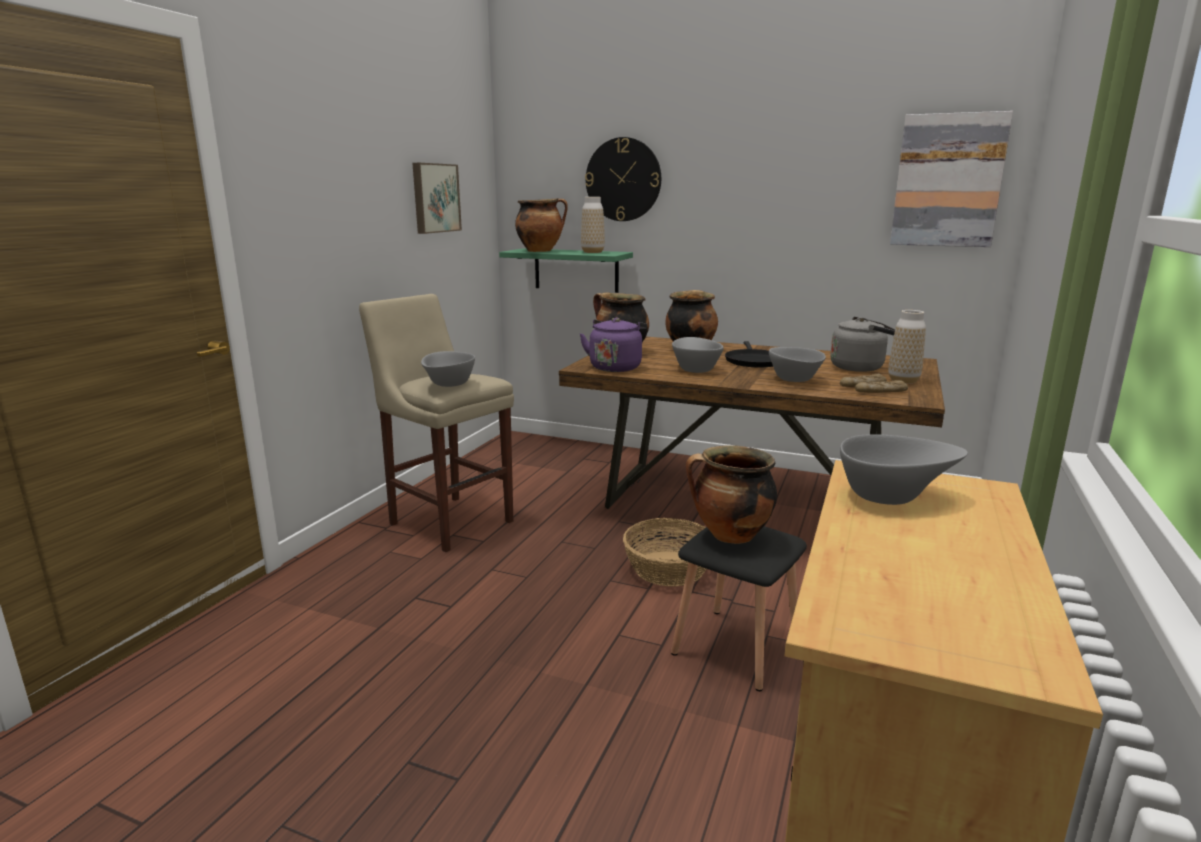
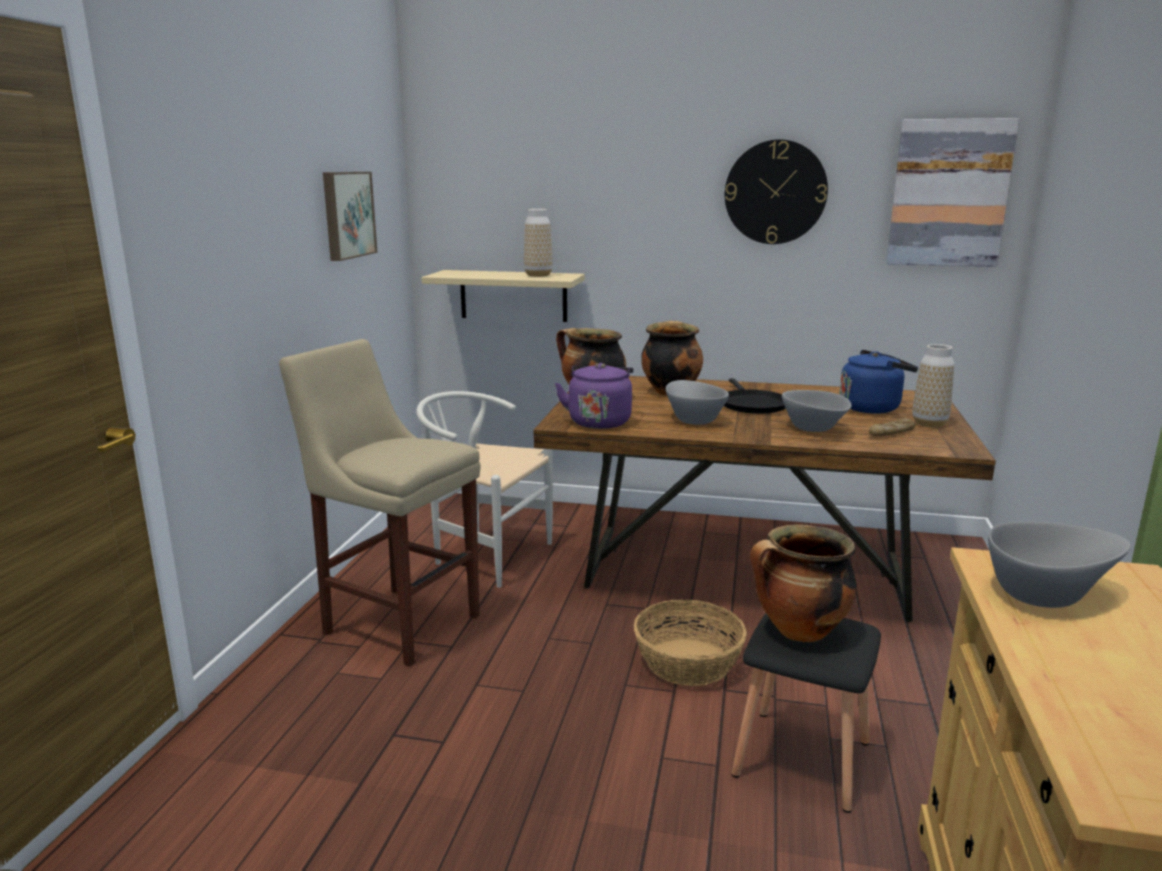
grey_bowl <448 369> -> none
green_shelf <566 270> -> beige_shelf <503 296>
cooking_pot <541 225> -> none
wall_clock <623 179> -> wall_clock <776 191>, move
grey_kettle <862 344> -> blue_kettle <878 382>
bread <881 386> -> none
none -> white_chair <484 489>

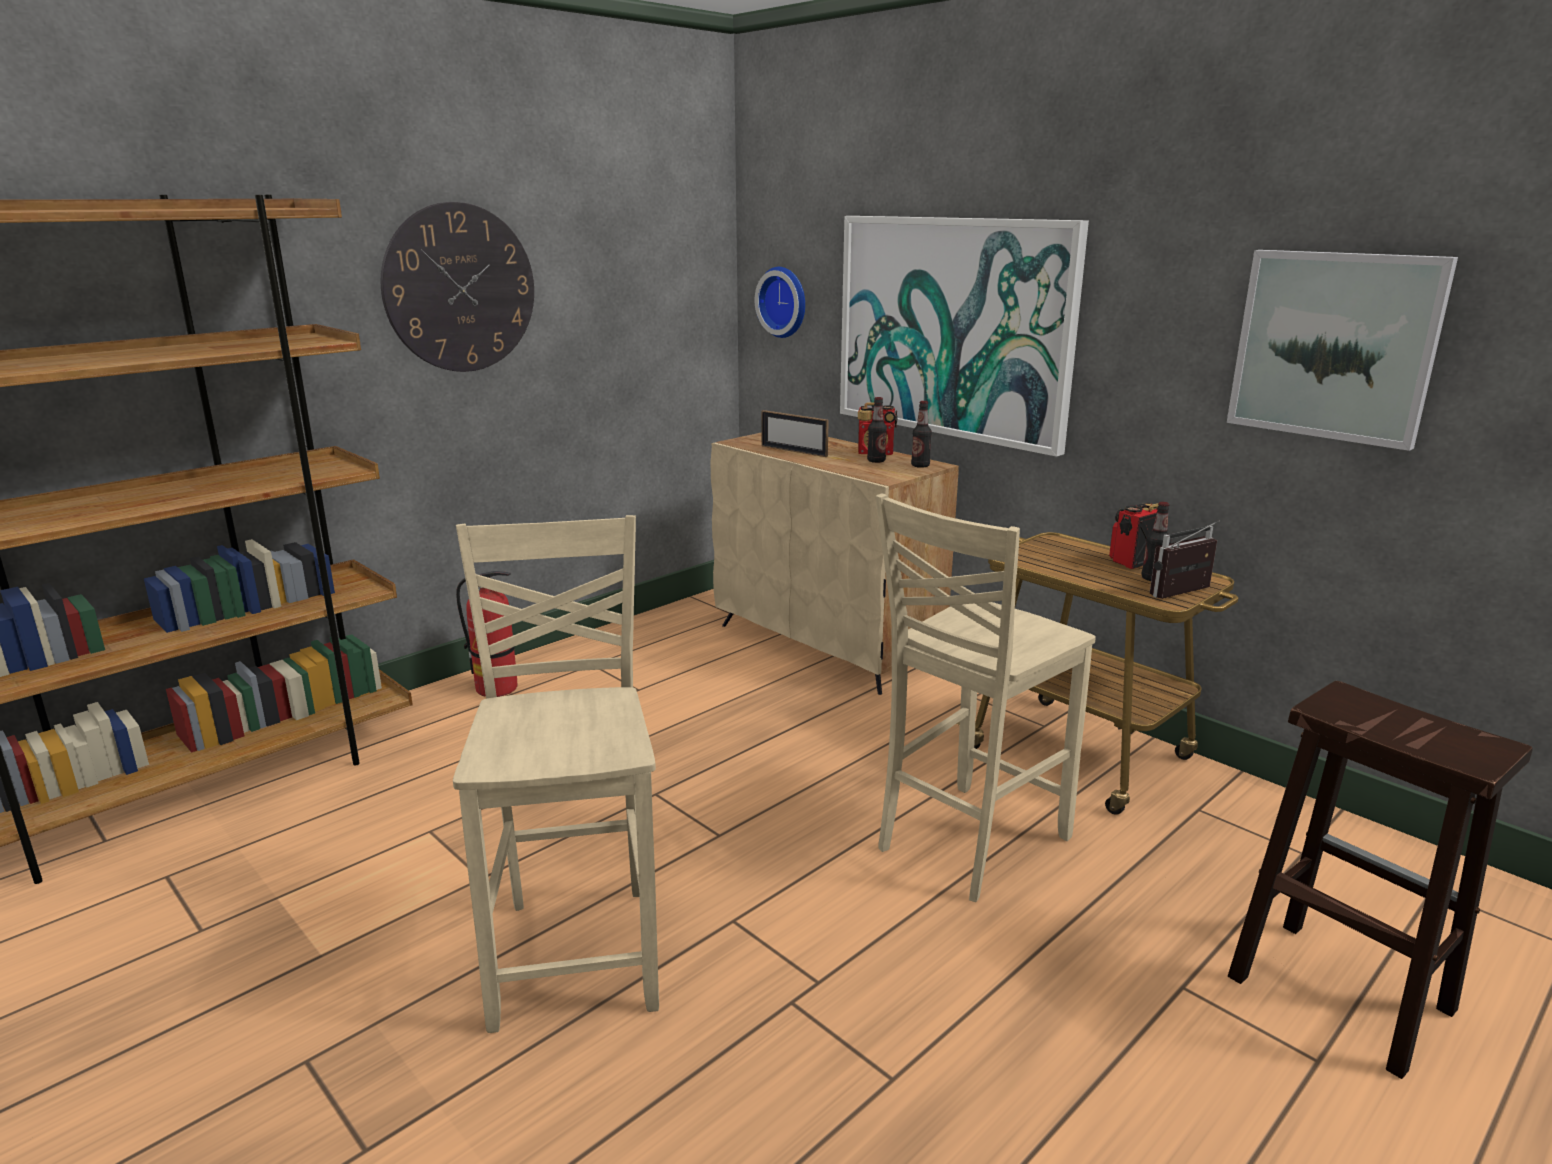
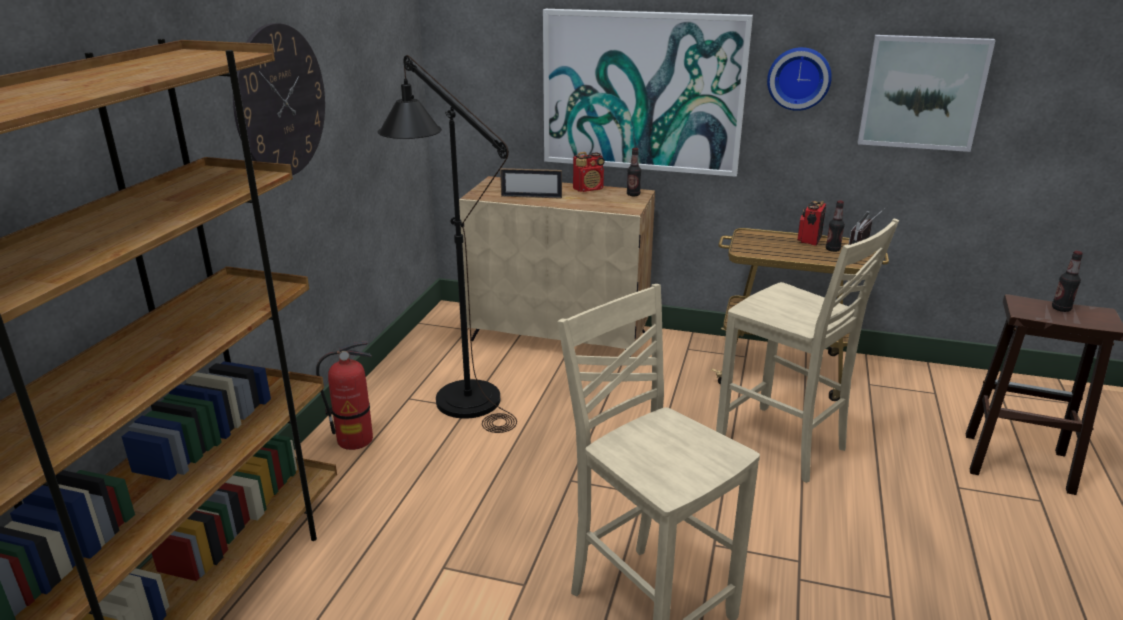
wall_clock <780 302> -> wall_clock <799 79>, move
bottle <877 430> -> bottle <1067 281>, move
beige_chair <986 697> -> beige_chair <807 351>, 60 degrees counterclockwise
none -> black_floor_lamp <447 244>

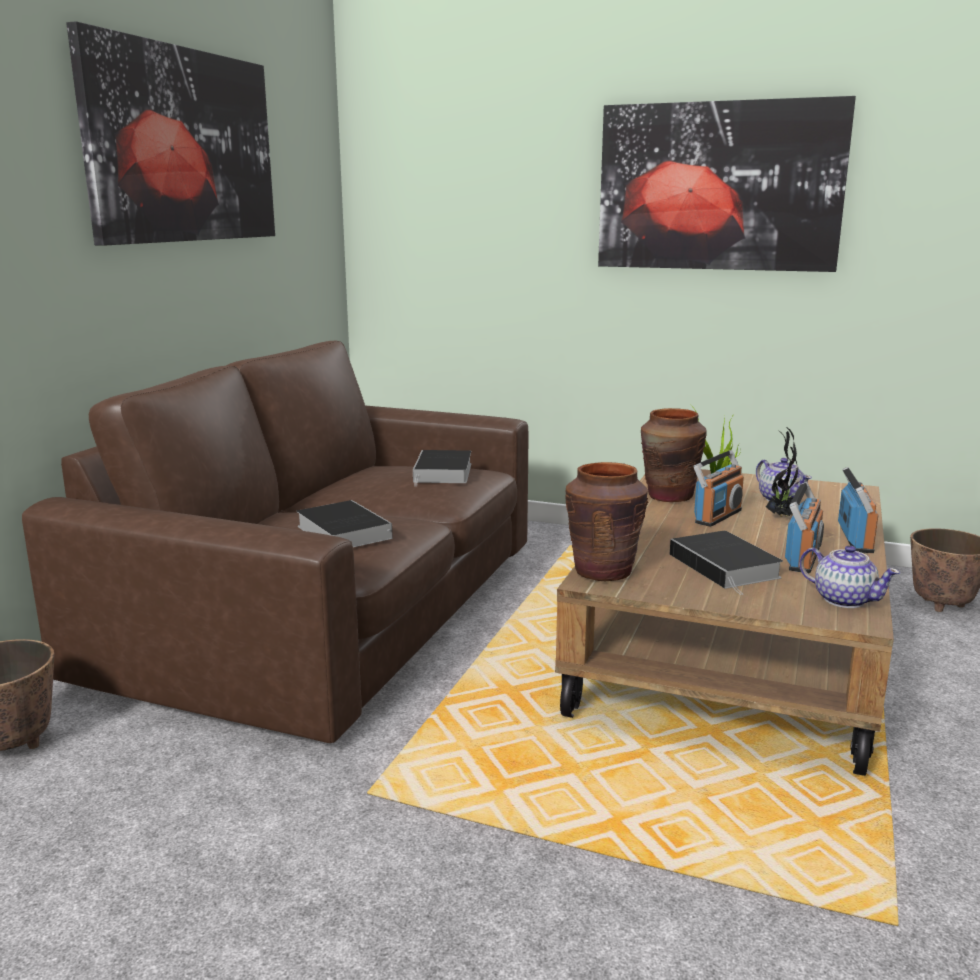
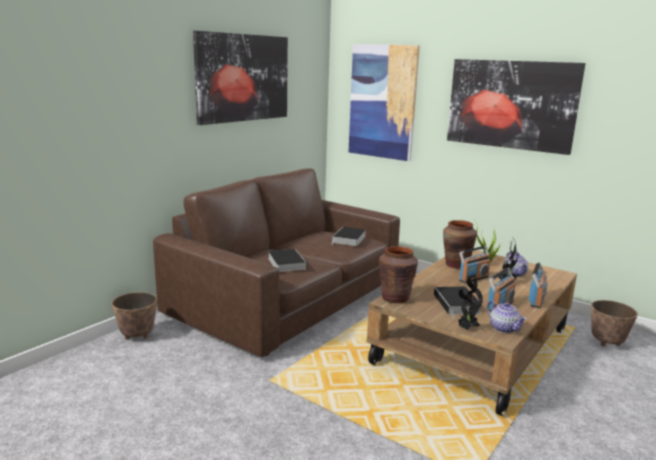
none -> picture <384 102>
none -> potted_plant <470 303>

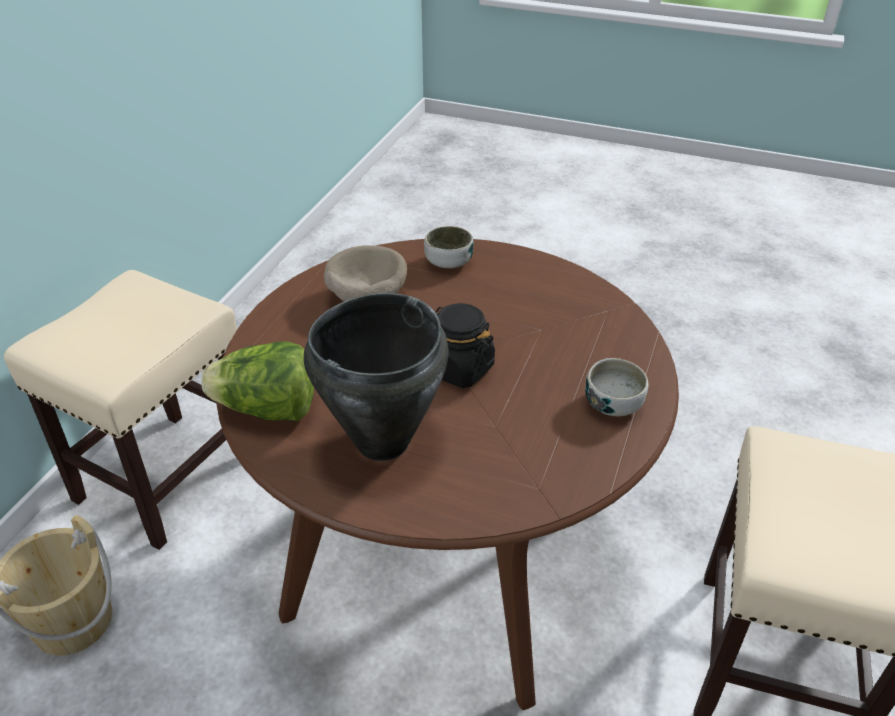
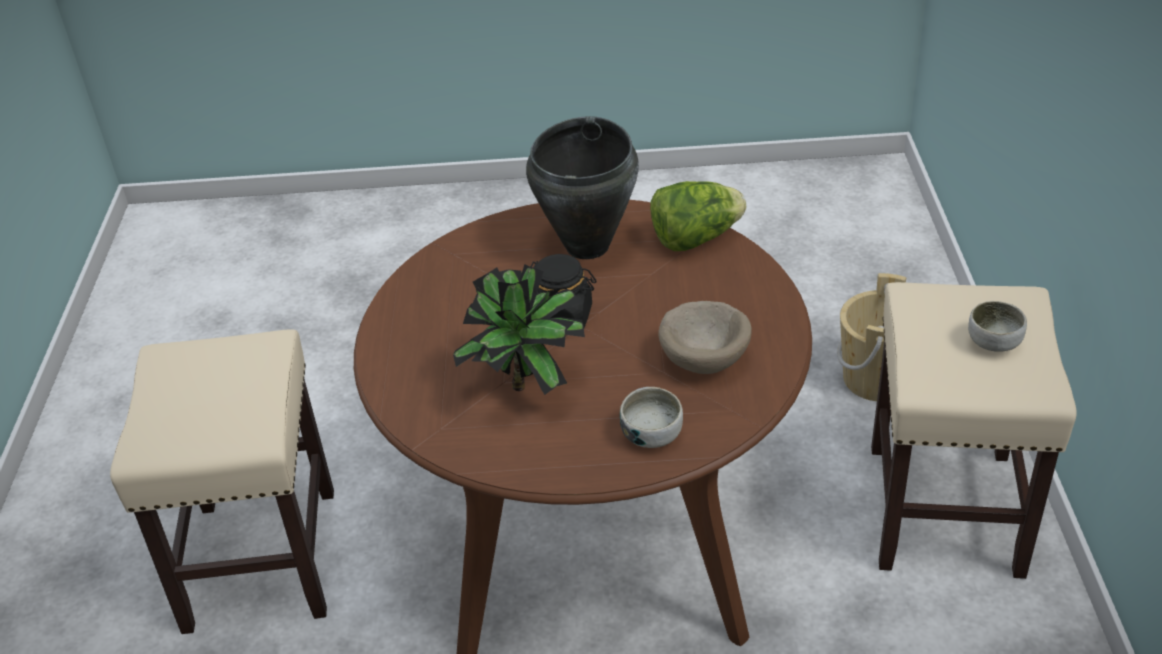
bowl <616 387> -> bowl <997 326>, move
none -> potted_plant <519 329>

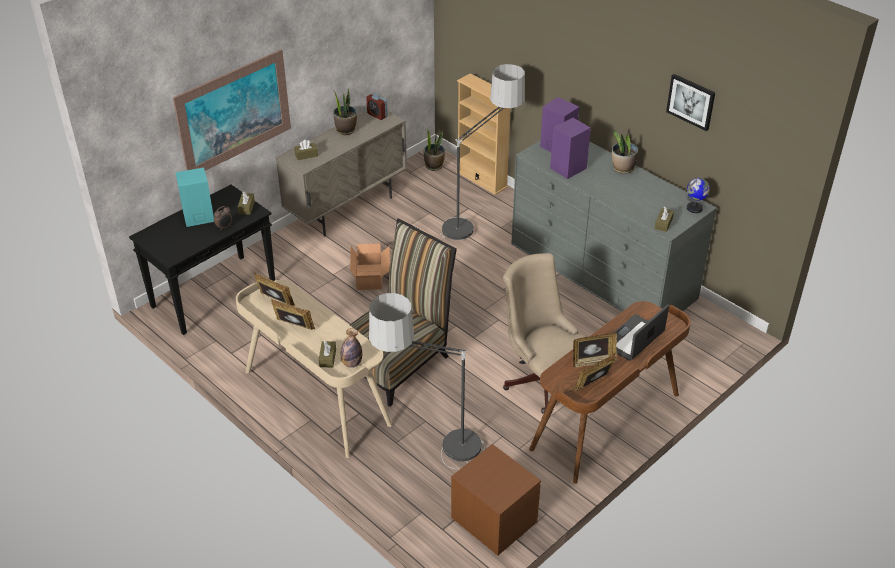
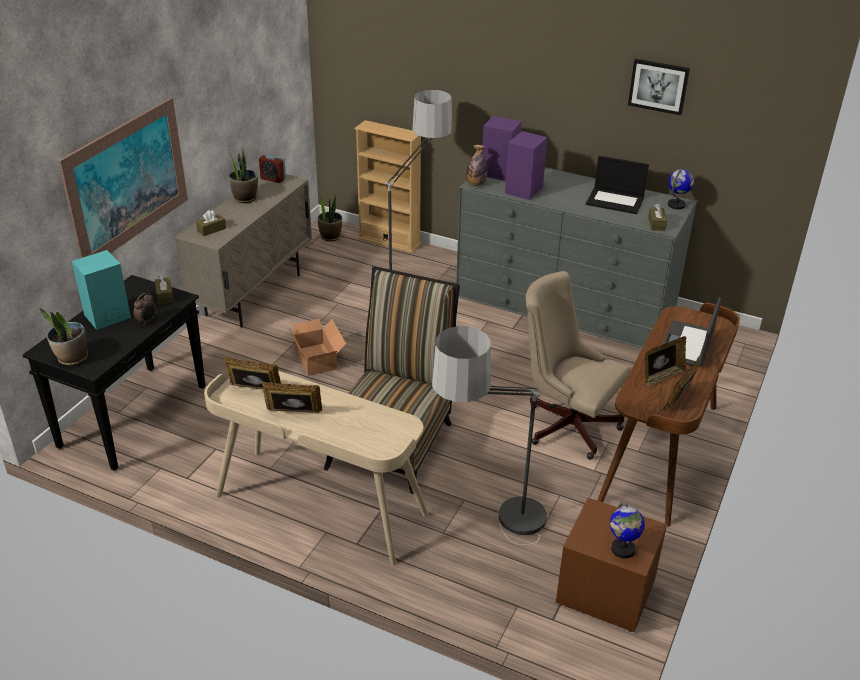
brown_tissue_box <327 354> -> none
bottle <351 348> -> bottle <476 165>, move
potted_plant <625 151> -> potted_plant <64 337>, move
none -> laptop <617 185>
none -> globe <627 530>

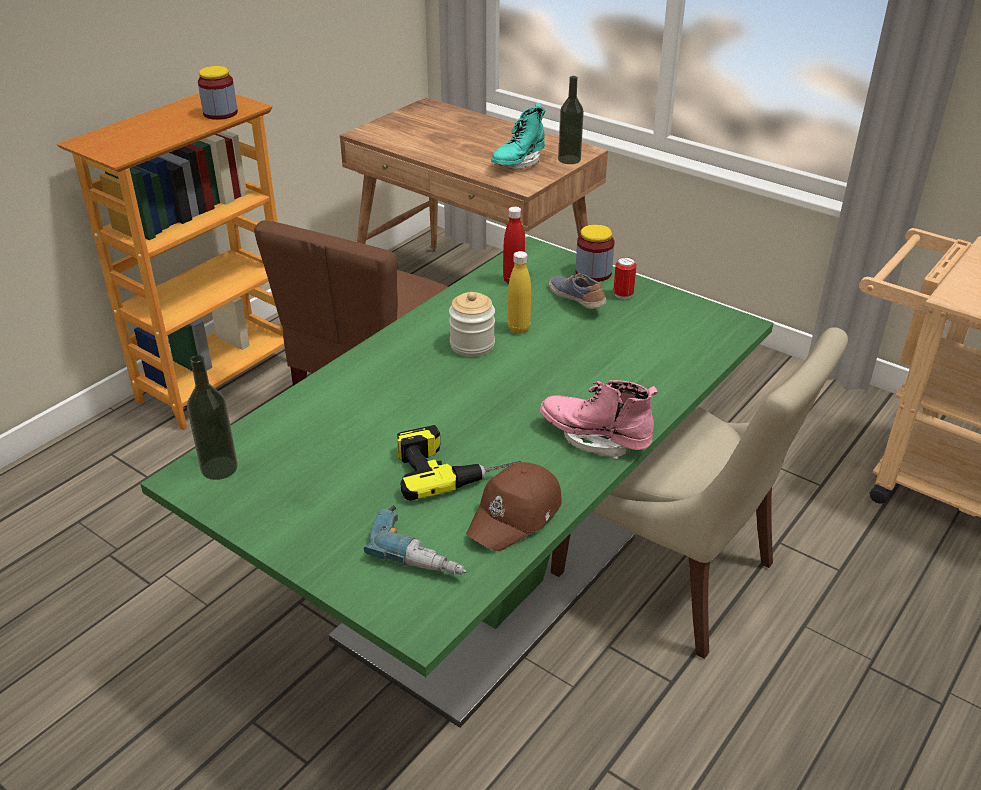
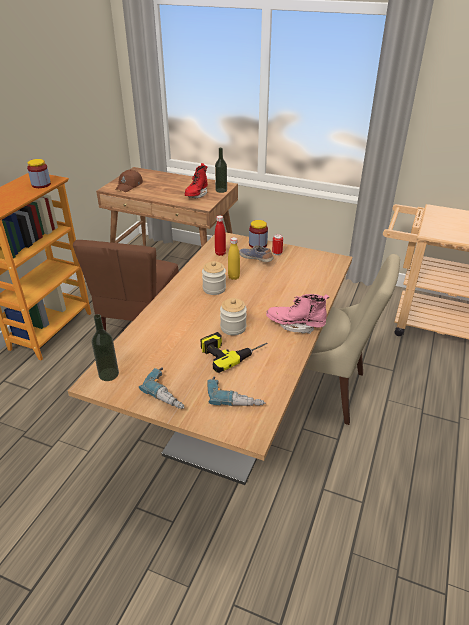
green_dining_table <456 482> -> brown_dining_table <210 358>
brown_cap <513 506> -> brown_cap <129 181>, move
turquoise_boot <518 136> -> red_boot <196 180>
none -> power_drill <162 388>
none -> jar <233 316>

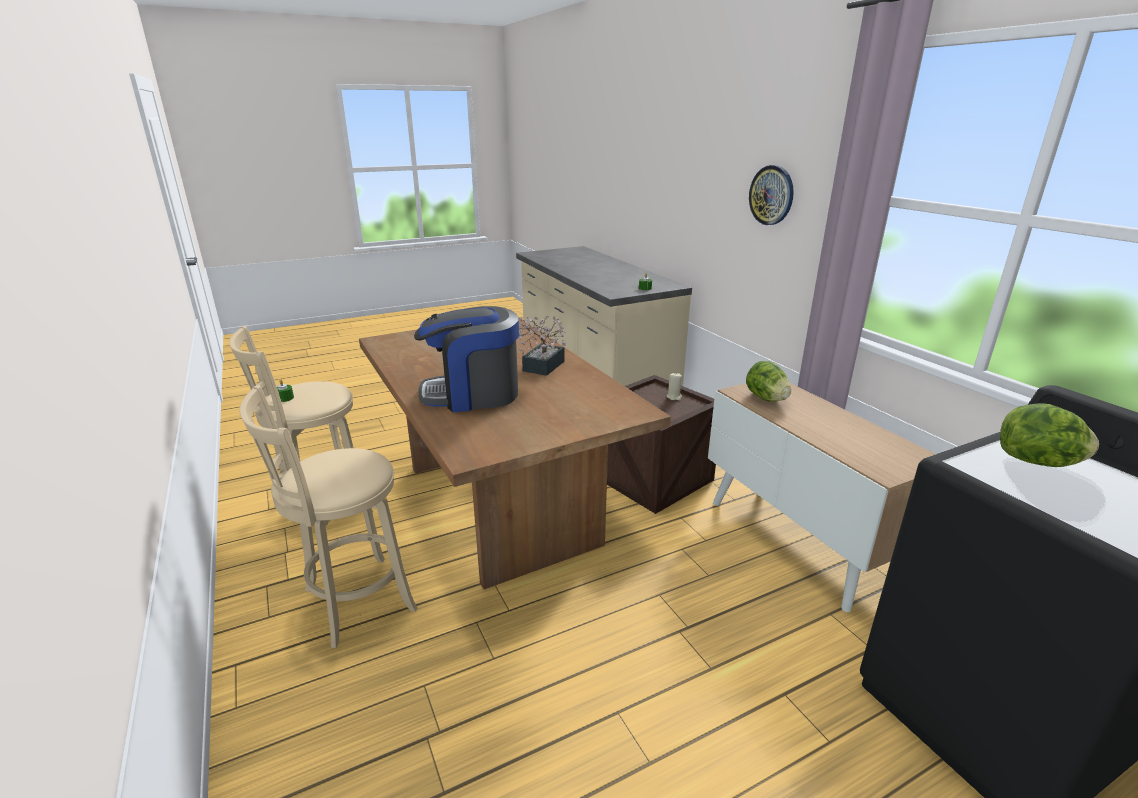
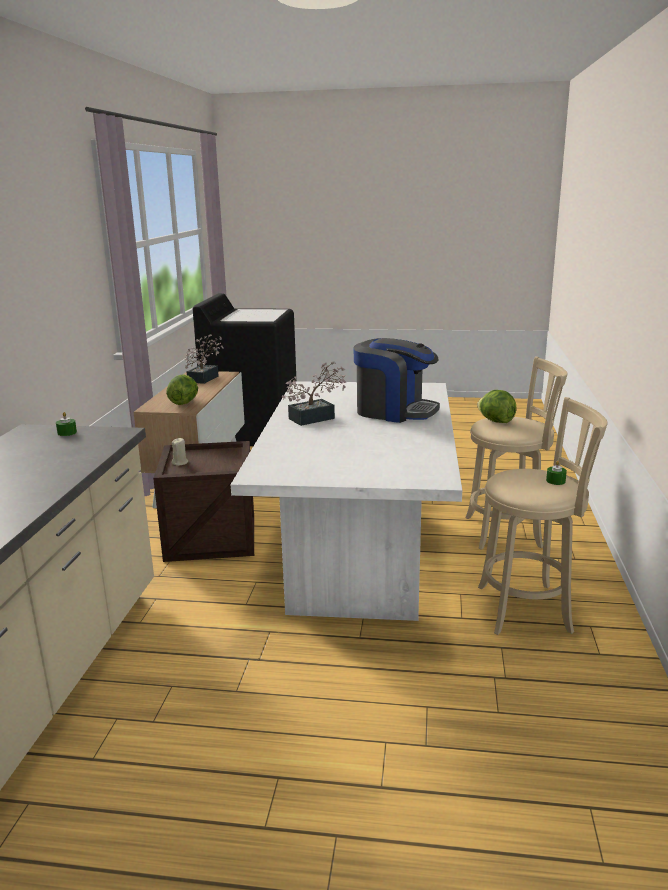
brown_dining_table <515 453> -> white_dining_table <346 501>
wall_clock <771 195> -> none
lettuce <1049 435> -> lettuce <497 406>, move
none -> potted_plant <204 359>

